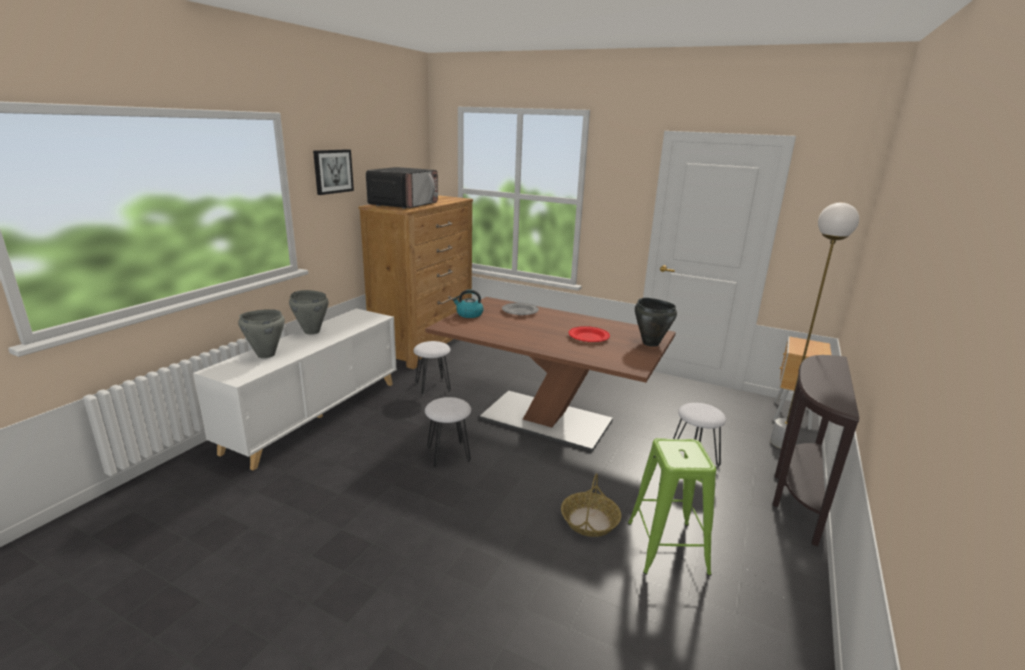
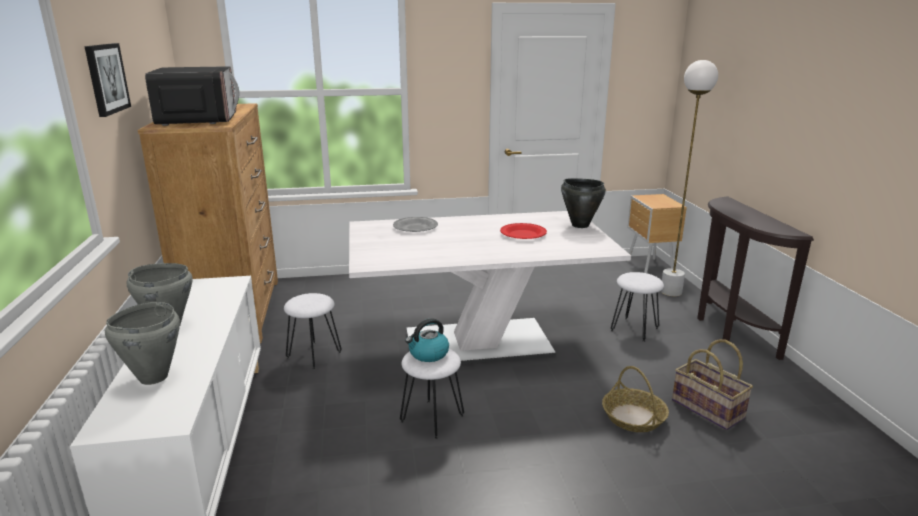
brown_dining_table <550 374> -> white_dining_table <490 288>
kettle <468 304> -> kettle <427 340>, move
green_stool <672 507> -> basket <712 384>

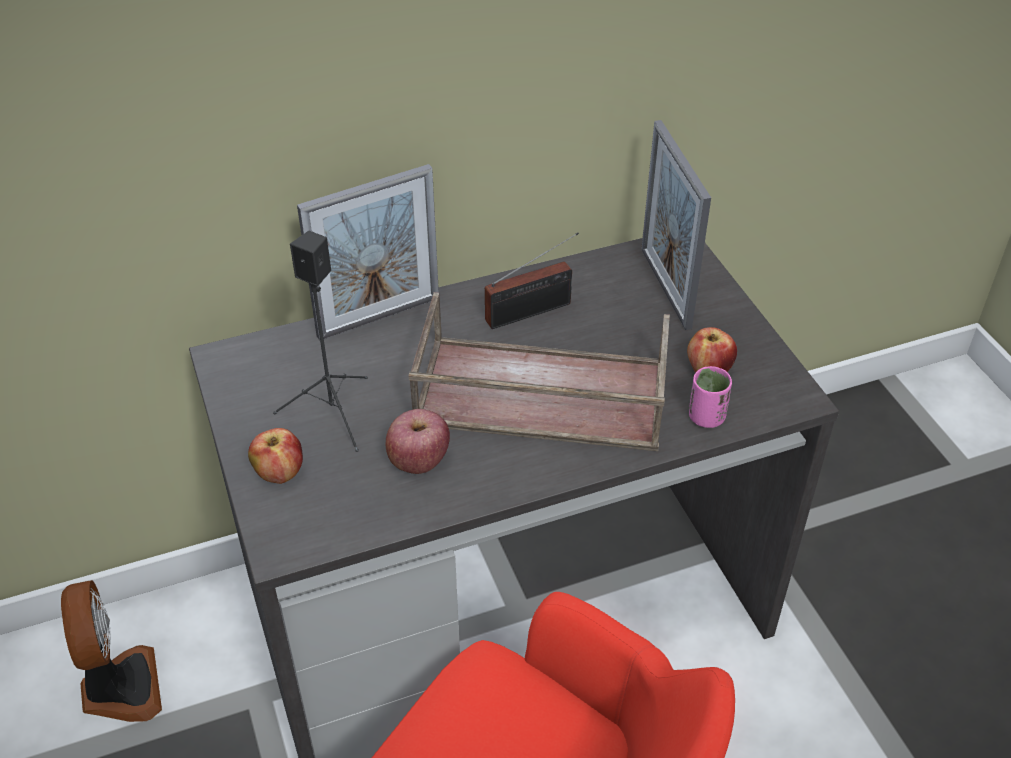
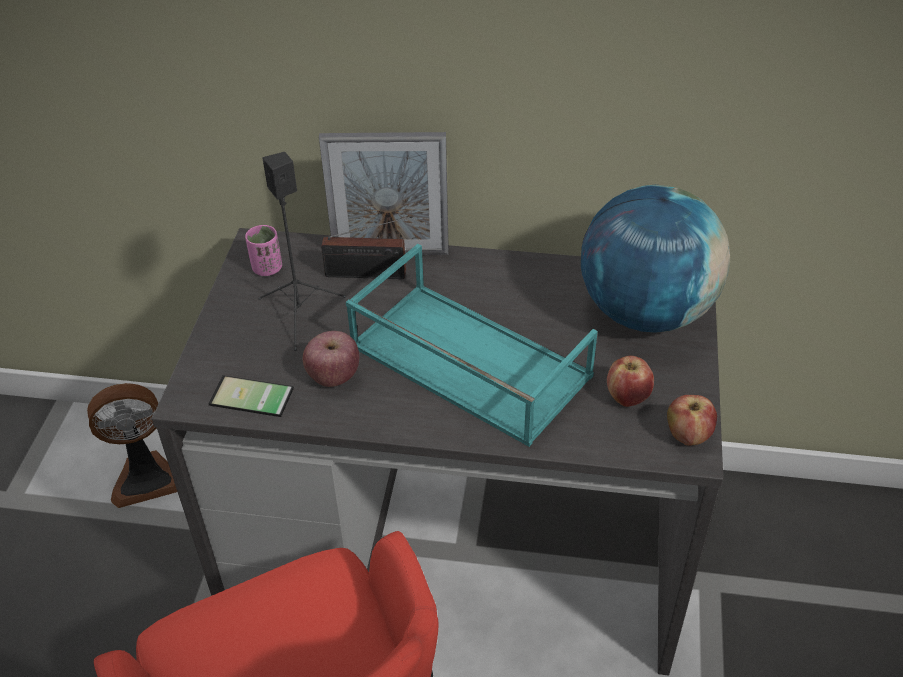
fan <111 651> -> fan <132 445>, 60 degrees clockwise
apple <275 456> -> apple <692 420>, move
brown_tray <539 371> -> turquoise_tray <472 345>
radio <532 280> -> radio <366 247>, move
picture_frame <676 225> -> globe <655 259>
pink_cup <710 397> -> pink_cup <263 250>, move
none -> phone <251 396>

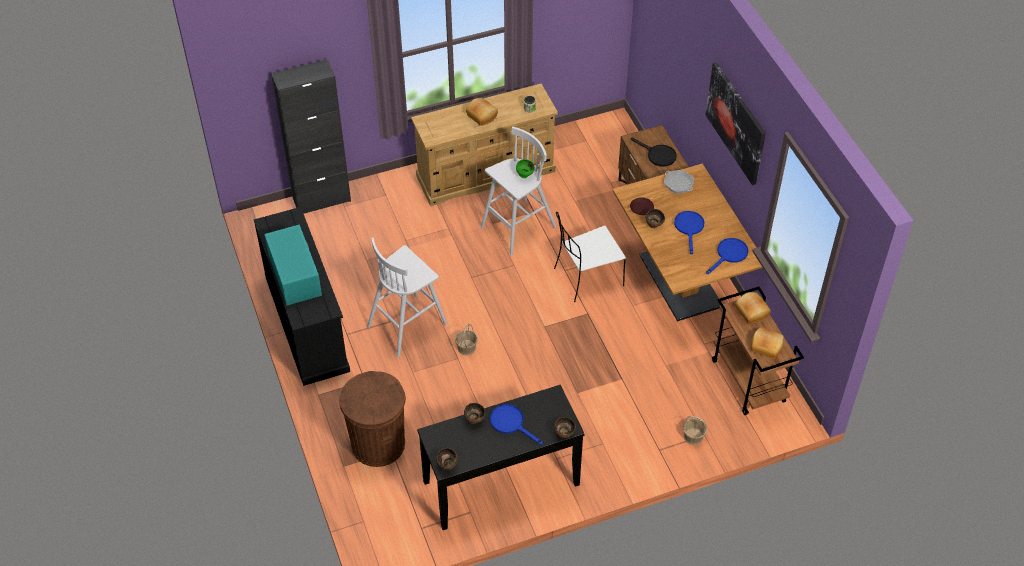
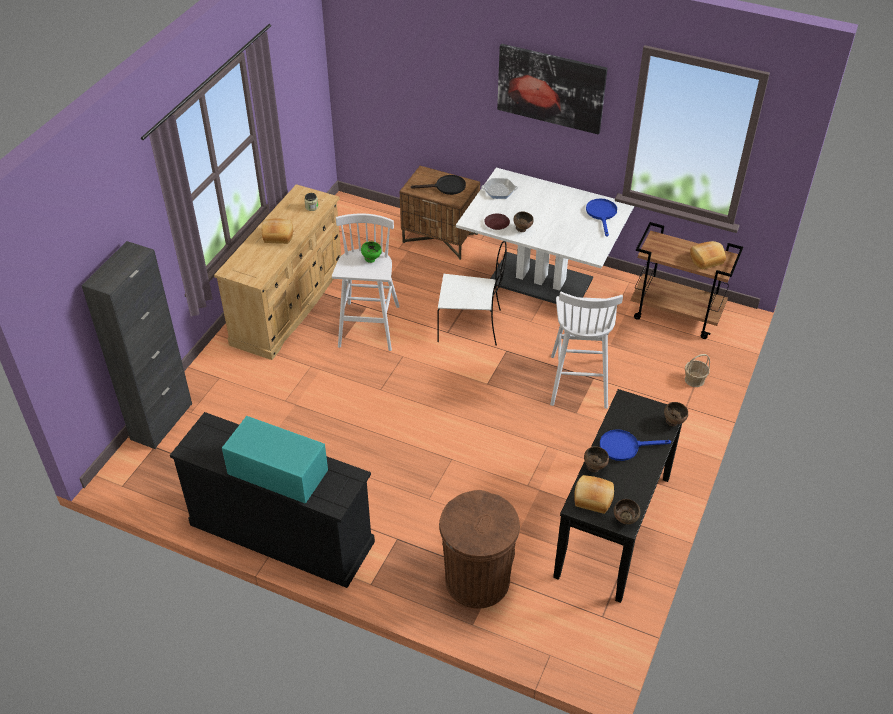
white_stool <407 297> -> white_stool <586 350>, move
basket <466 339> -> none
white_chair <590 257> -> white_chair <472 293>, 105 degrees counterclockwise
brown_dining_table <687 242> -> white_dining_table <545 236>
blue_frying_pan <689 233> -> none
bread <753 308> -> bread <594 494>, move

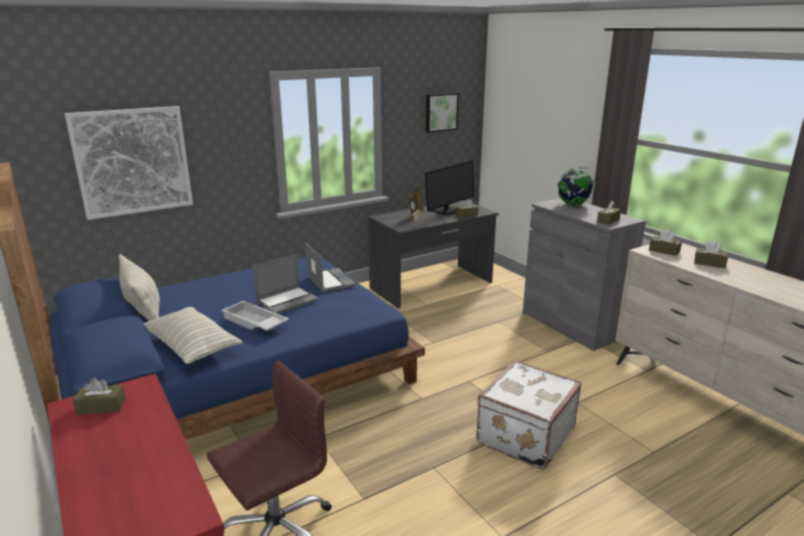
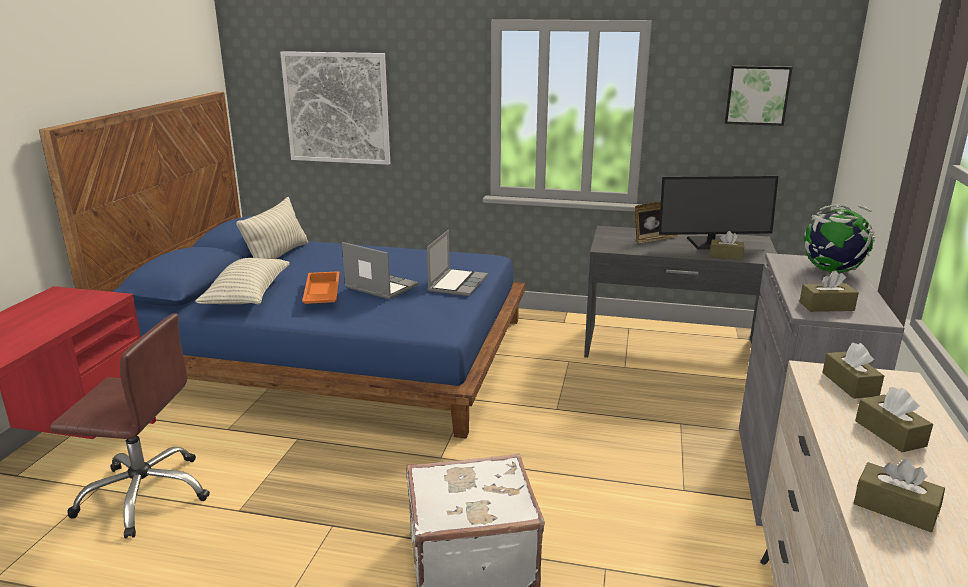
brown_tissue_box <99 396> -> brown_tissue_box <899 495>, move
white_tray <255 316> -> orange_tray <321 287>
laptop <286 284> -> laptop <380 270>, 150 degrees counterclockwise

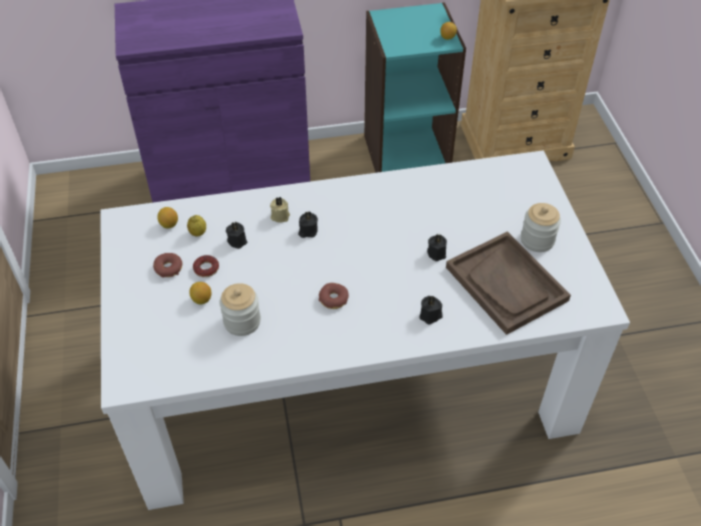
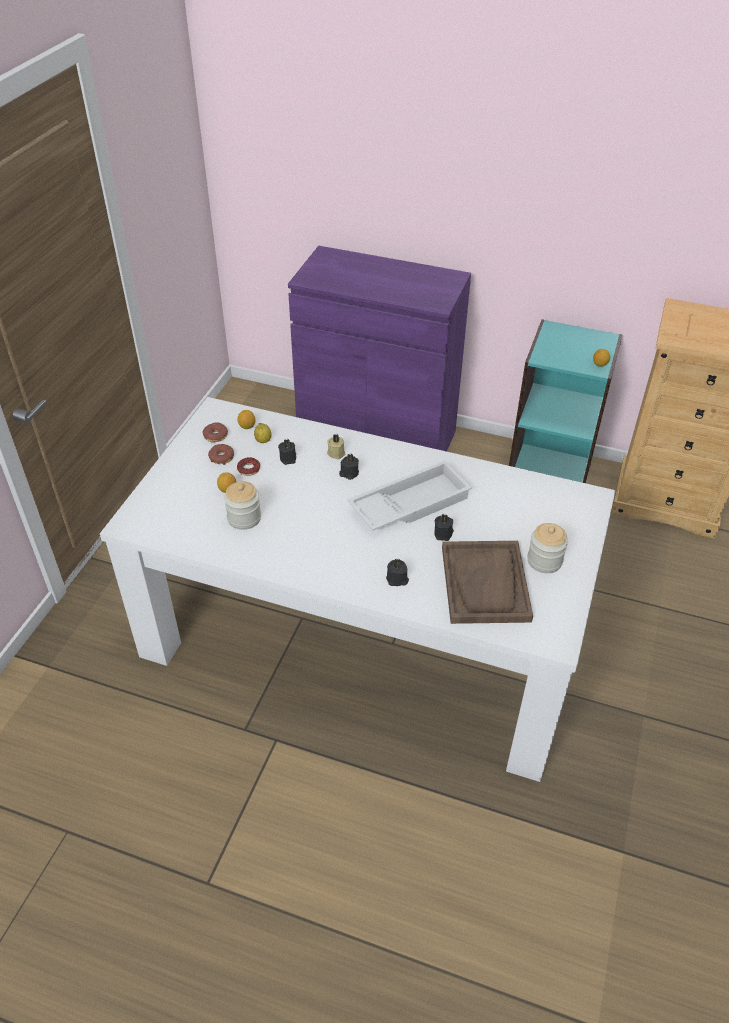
donut <334 296> -> donut <215 432>, move
none -> white_tray <410 495>

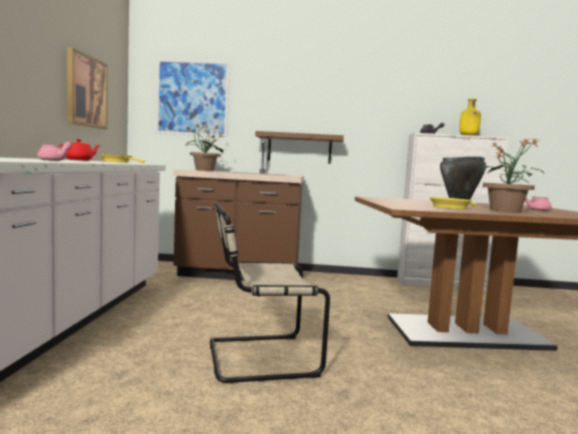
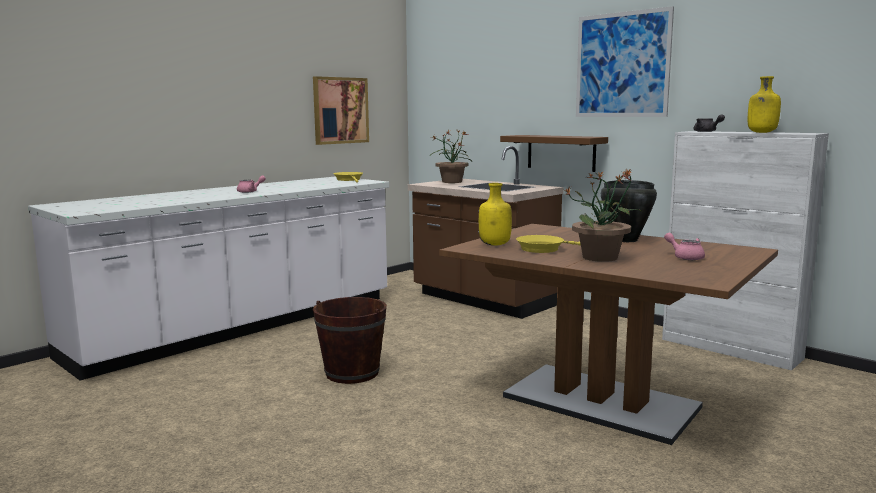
red_teapot <79 150> -> none
picture <192 98> -> picture <625 61>, move
beige_chair <270 293> -> brown_bucket <350 340>
none -> yellow_bottle <495 214>

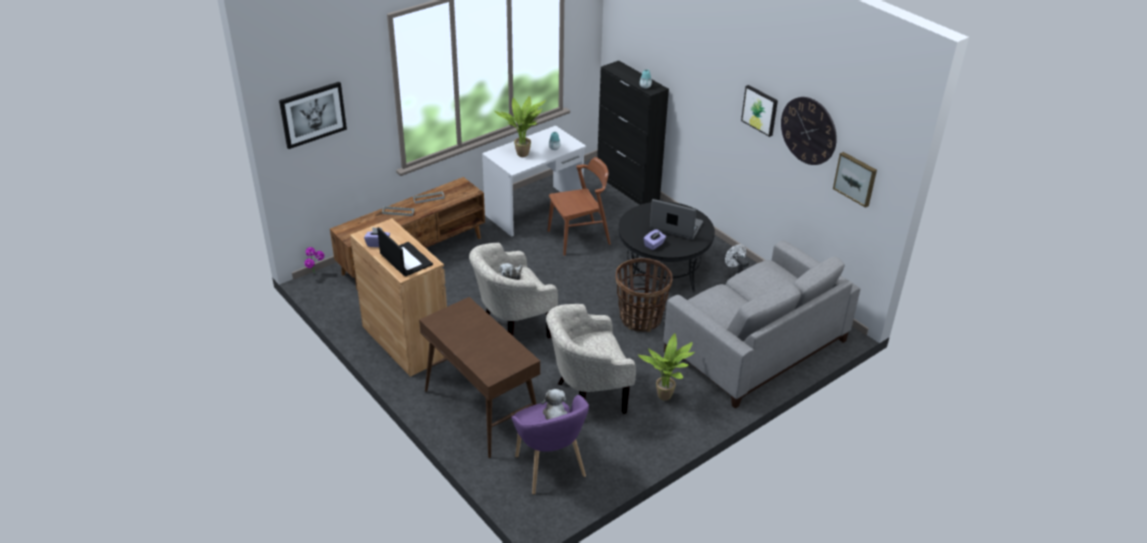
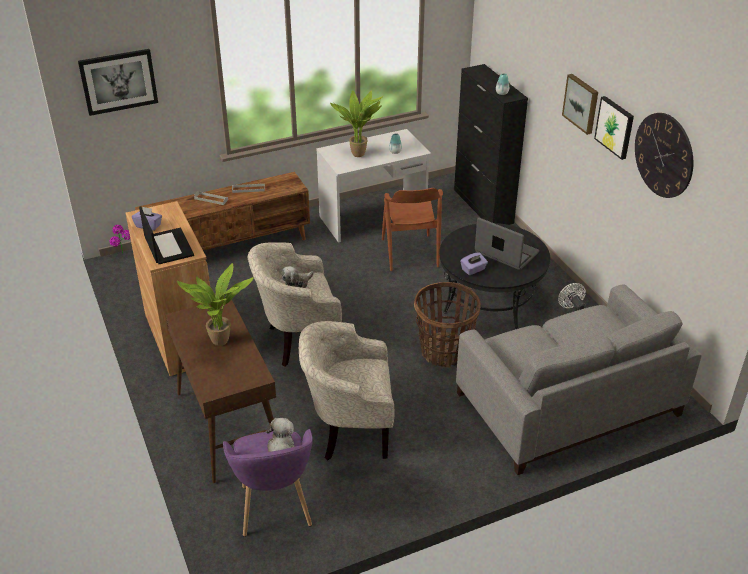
brown_chair <579 206> -> brown_chair <412 229>, 90 degrees clockwise
potted_plant <666 367> -> potted_plant <215 304>, move
picture <855 180> -> picture <580 104>, move

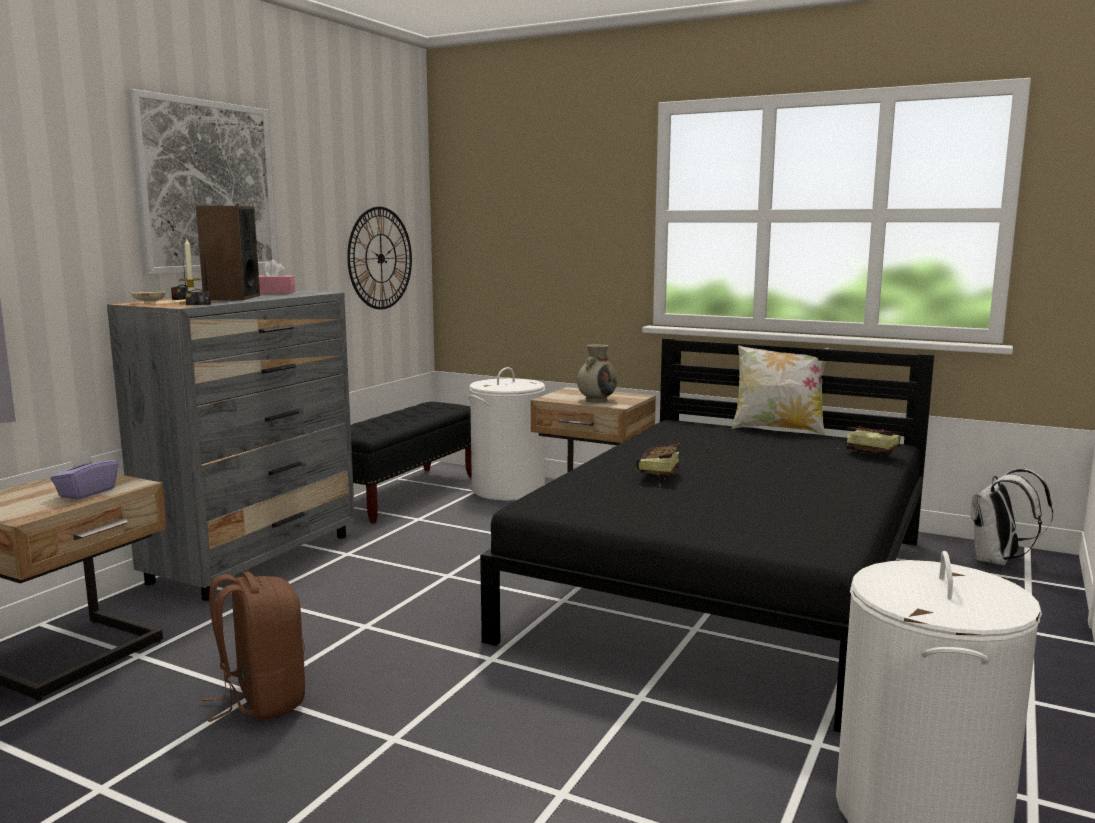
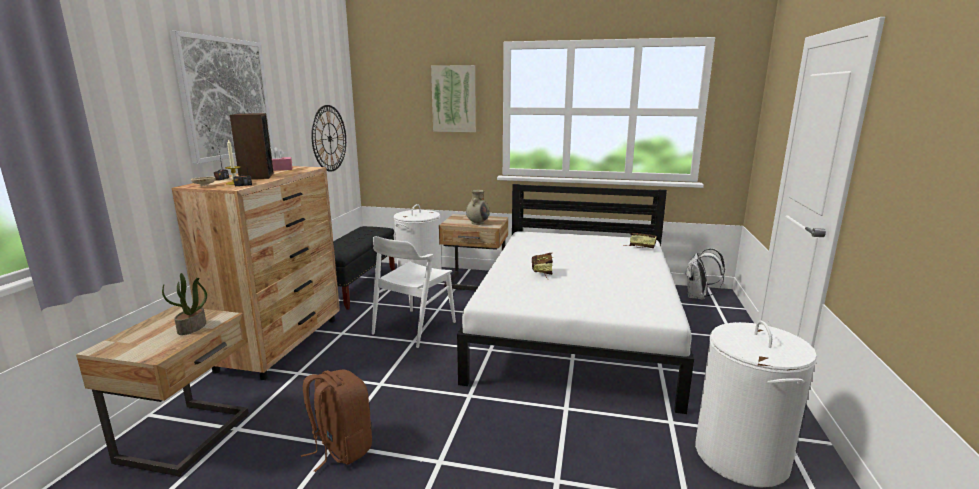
purple_tissue_box <84 474> -> potted_plant <184 304>
grey_dresser <231 446> -> brown_dresser <256 273>
black_bed <707 535> -> white_bed <575 299>
pillow <780 390> -> none
none -> white_chair <414 292>
none -> picture <453 98>

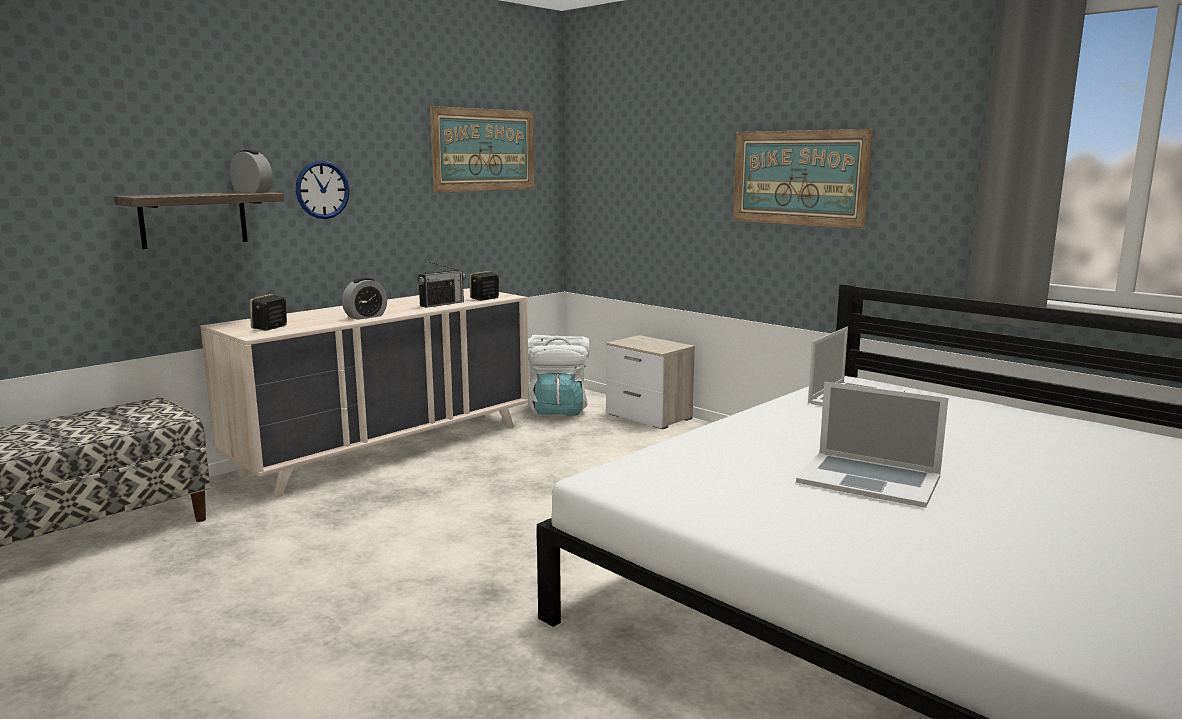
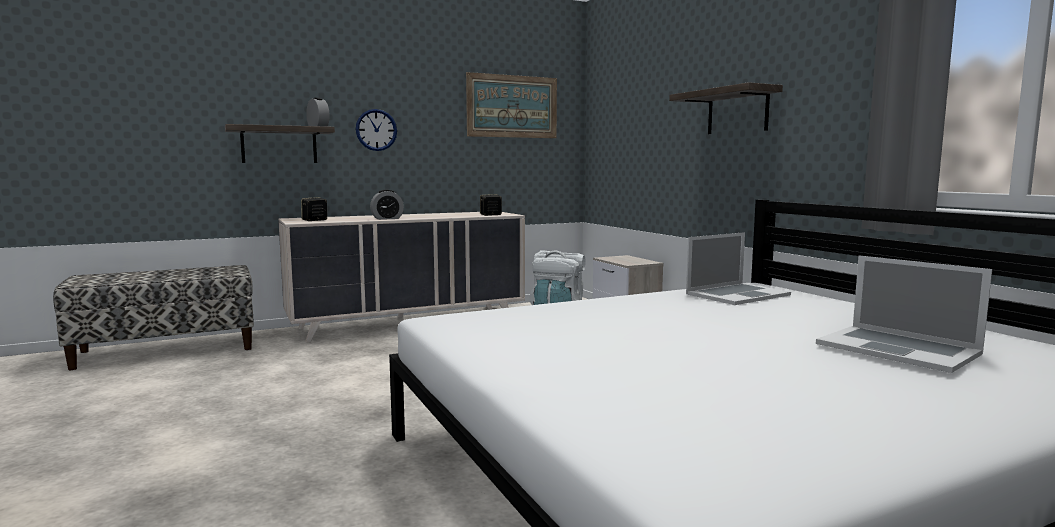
radio <441 284> -> none
picture <803 179> -> shelf <726 108>
laptop <872 445> -> laptop <904 314>, move

